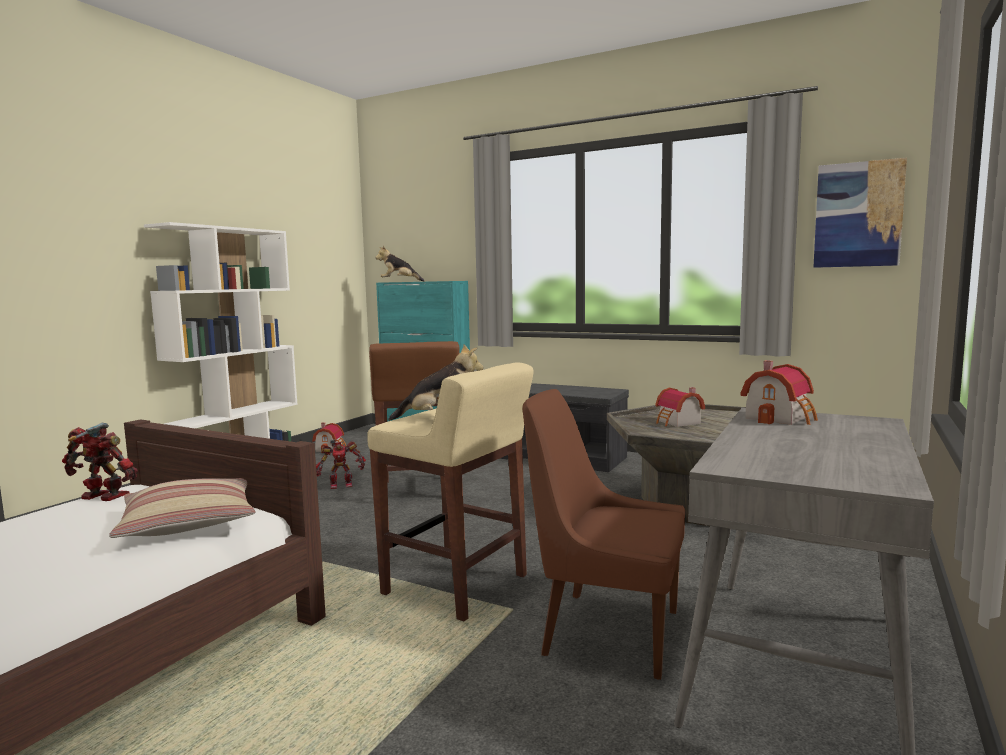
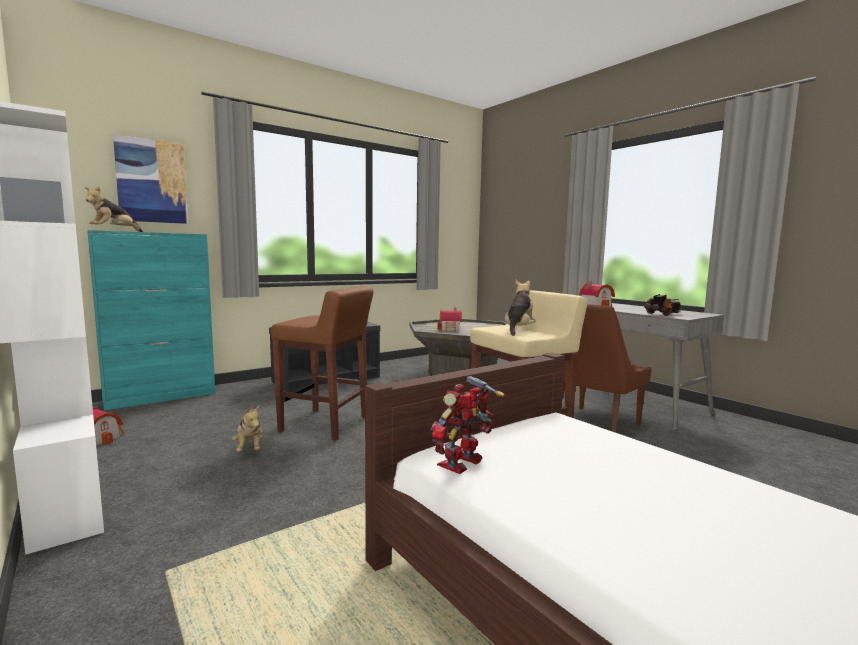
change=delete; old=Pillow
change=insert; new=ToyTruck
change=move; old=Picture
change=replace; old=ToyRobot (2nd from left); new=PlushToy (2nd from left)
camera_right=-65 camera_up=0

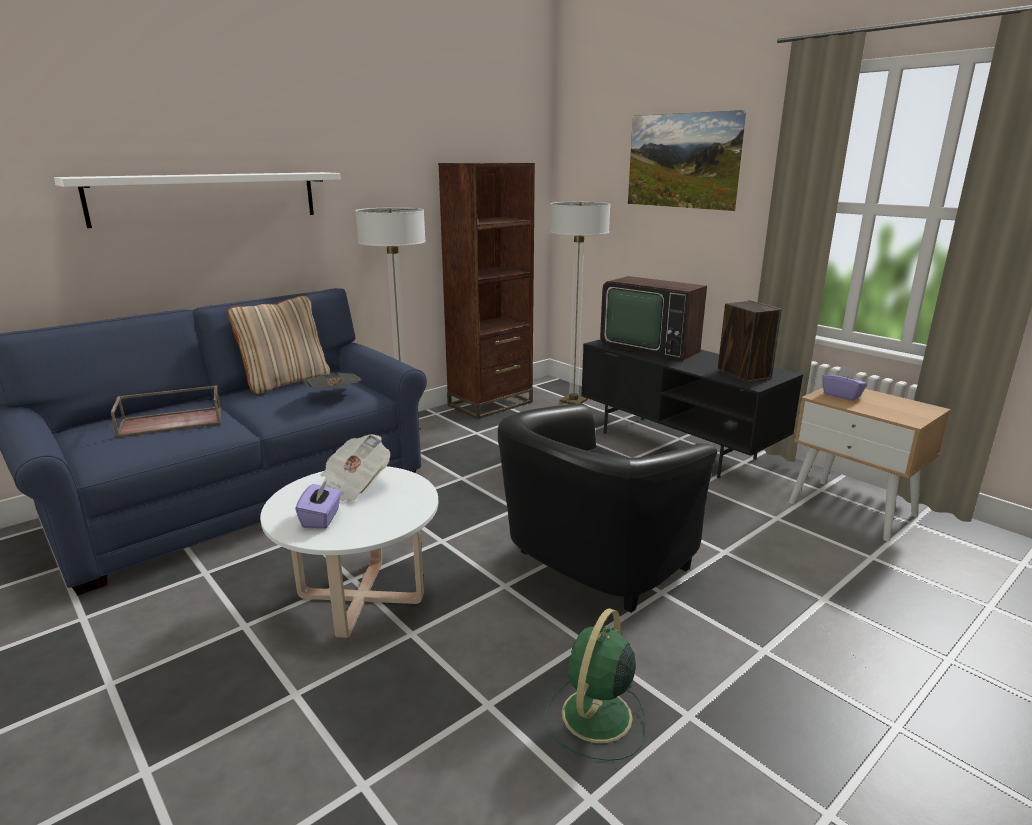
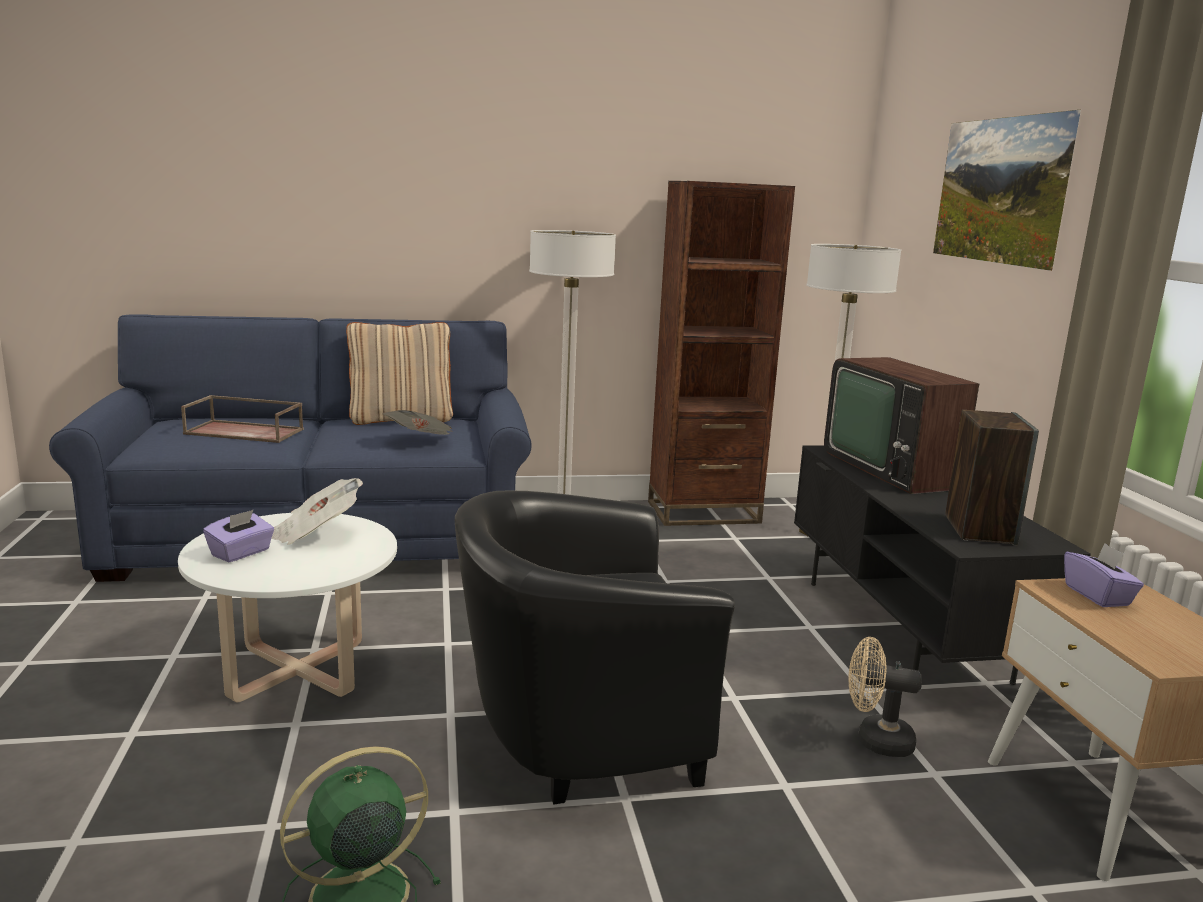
change=delete; old=WhiteShelf
change=insert; new=BeigeFan
camera_right=30 camera_up=-5

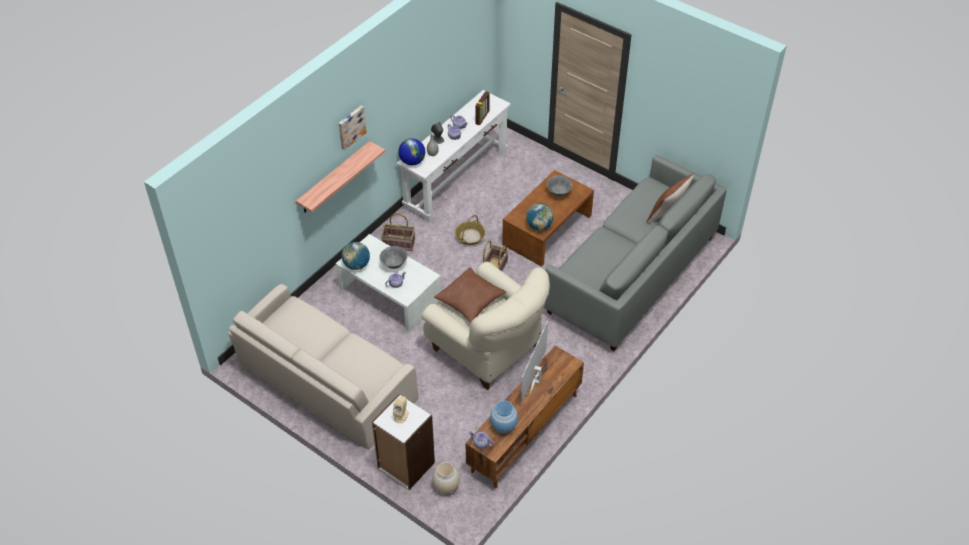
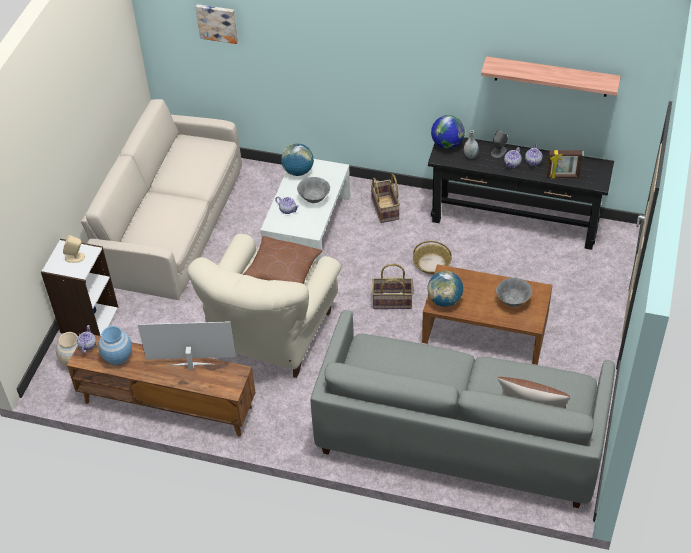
change=move; old=Shelf
change=move; old=Picture
change=recolor; old=WhiteConsoleTable; new=BlackConsoleTable
camera_right=70 camera_up=0

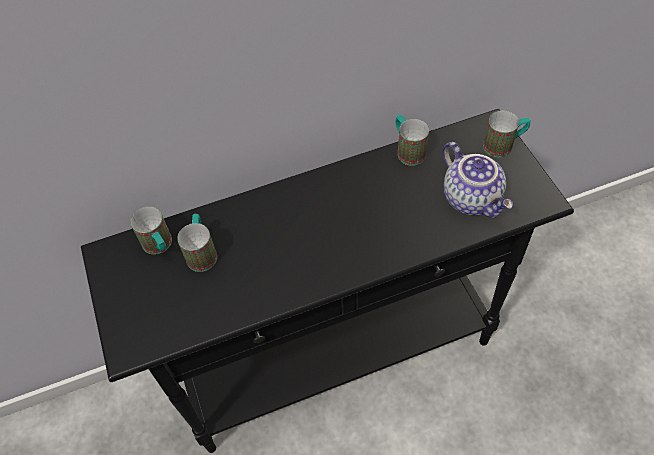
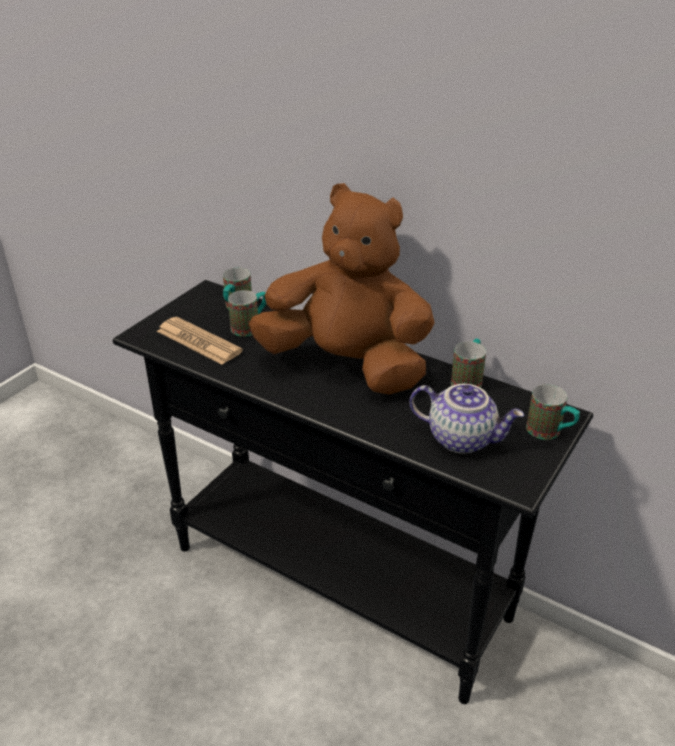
change=insert; new=Newspaper
change=insert; new=BrownPlushToy
change=rotate; old=Teapot; degrees=-90
camera_right=50 camera_up=-20

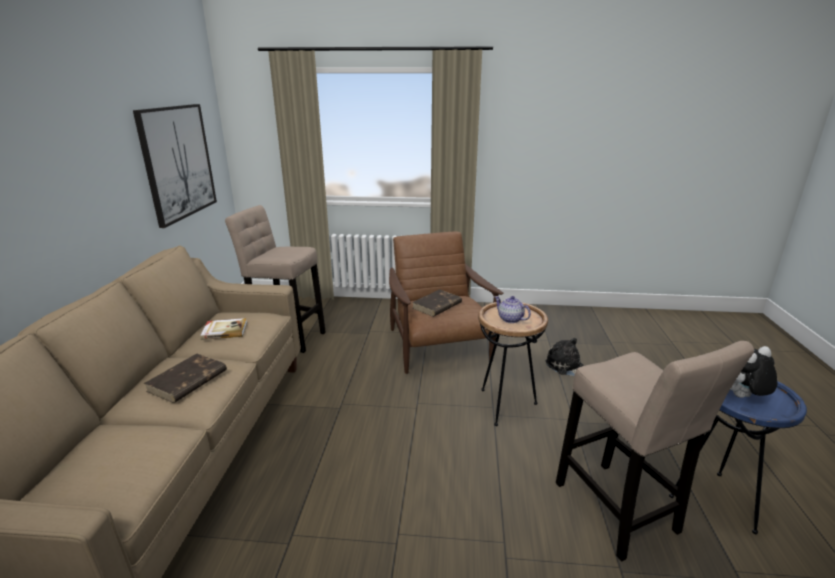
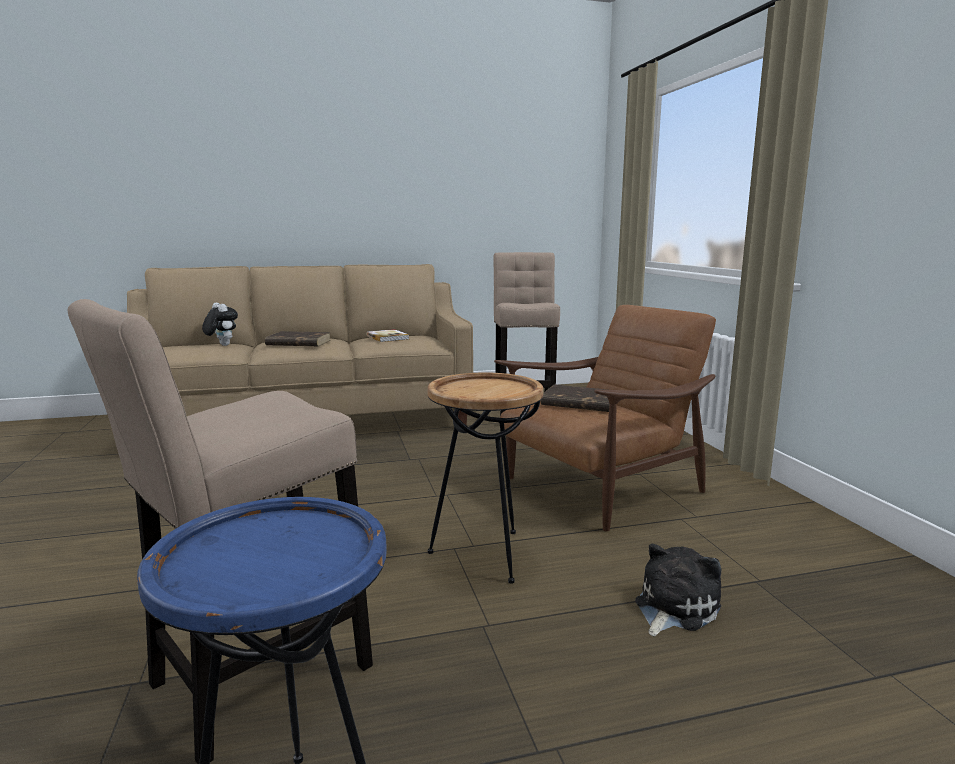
change=delete; old=Picture
change=delete; old=Teapot
change=move; old=PlushToy (2nd from left in the first image); new=PlushToy (1st from left)
camera_right=70 camera_up=-10

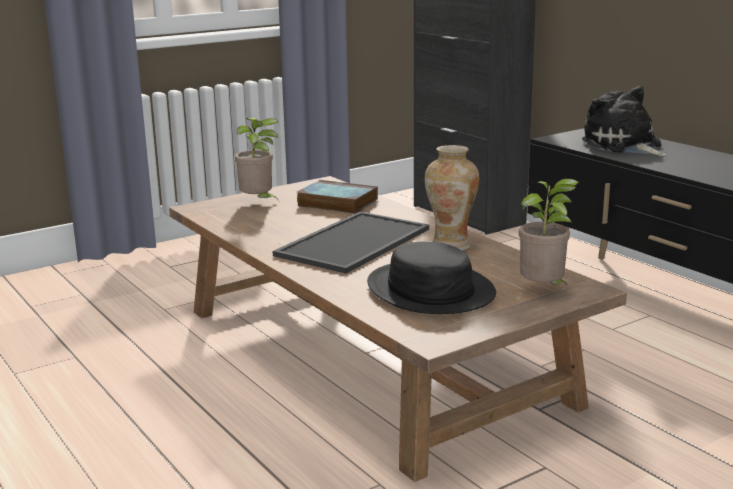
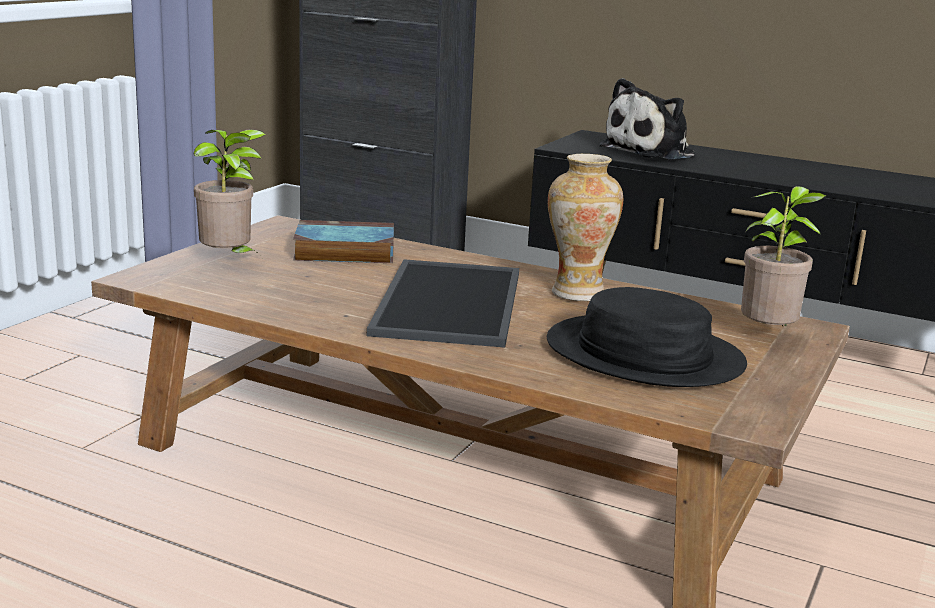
change=rotate; old=PlushToy; degrees=-75
camera_right=-30 camera_up=0

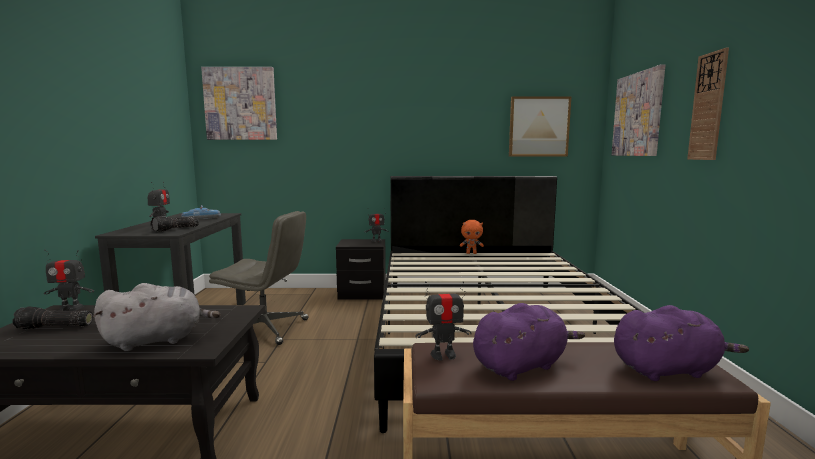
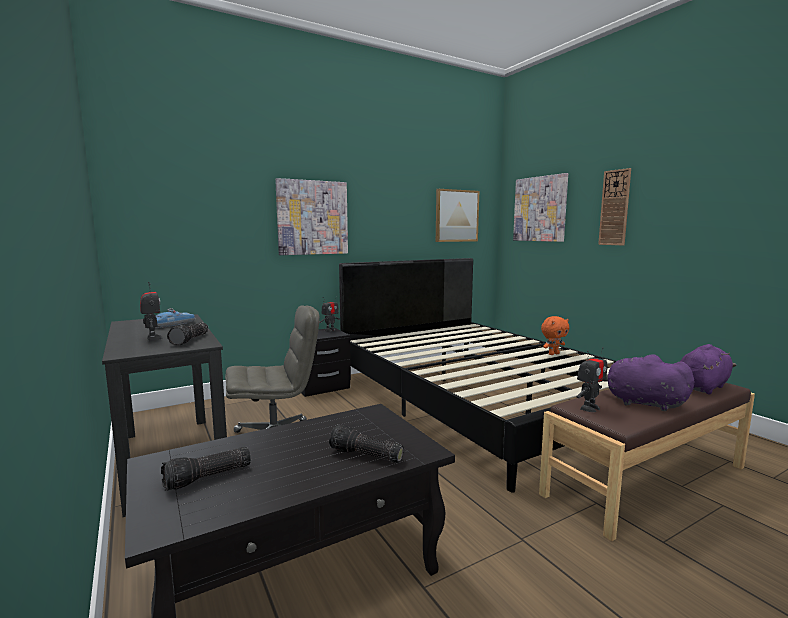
change=delete; old=ToyRobot (1st from left)
change=move; old=Picture (1st from left)
change=move; old=OrangePlushToy
change=replace; old=GreyPlushToy; new=Flashlight (3rd from left)
change=rotate; old=PurplePlushToy (1st from left); degrees=-90
camera_right=-30 camera_up=0

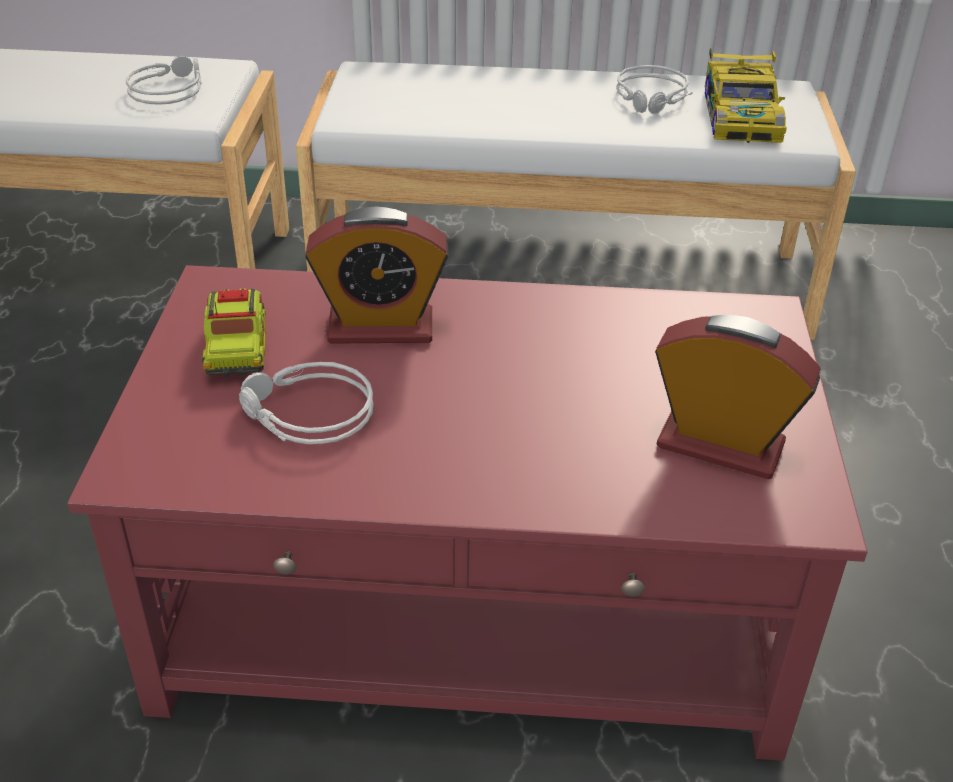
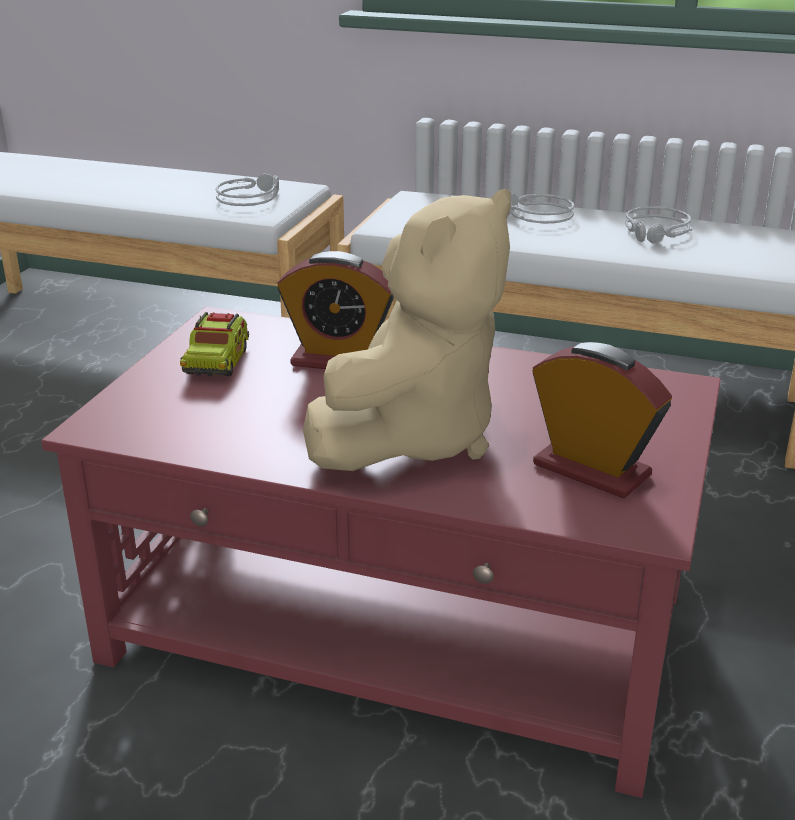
change=delete; old=ToyCar
change=insert; new=BeigePlushToy
change=move; old=GreyHeadphones (2nd from left)
camera_right=15 camera_up=-10

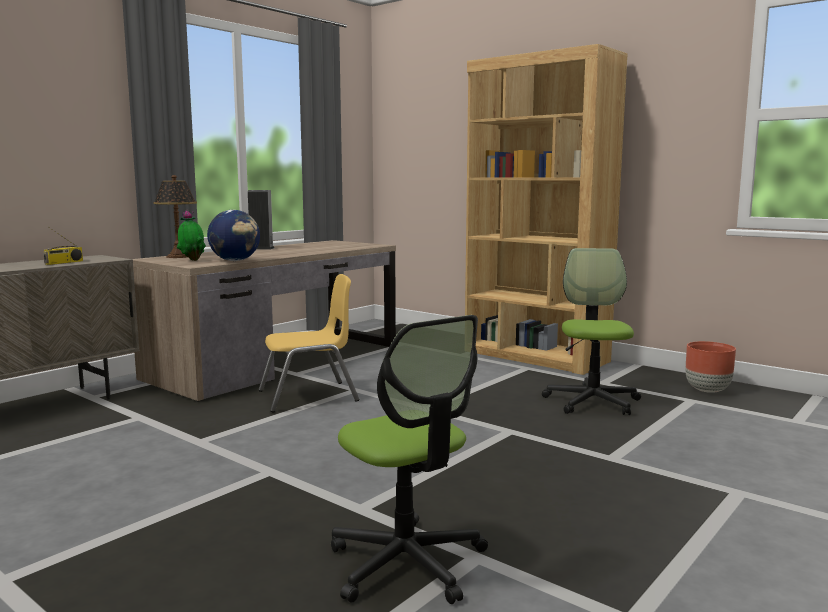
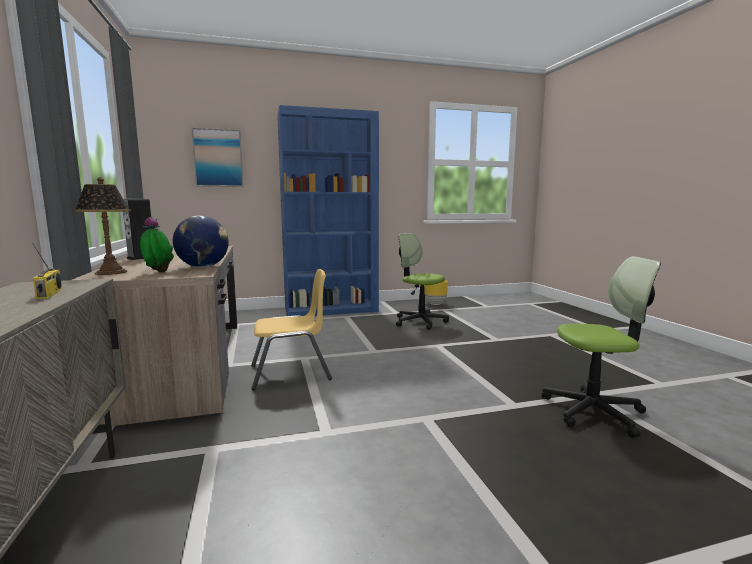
change=insert; new=Picture
change=recolor; old=BrownBookcase; new=BlueBookcase
change=recolor; old=BrownPlanter; new=YellowPlanter
change=rotate; old=YellowChair; degrees=60
camera_right=-55 camera_up=0

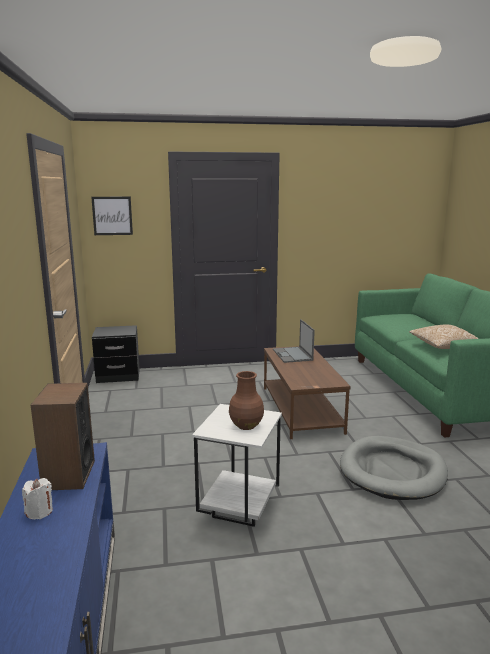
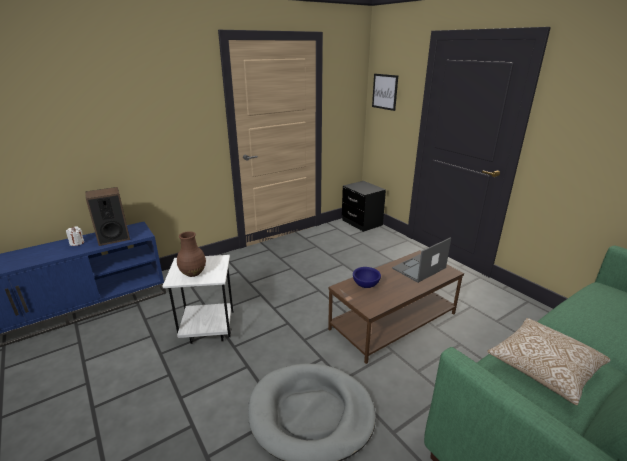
change=insert; new=BlueBowl
camera_right=65 camera_up=10

